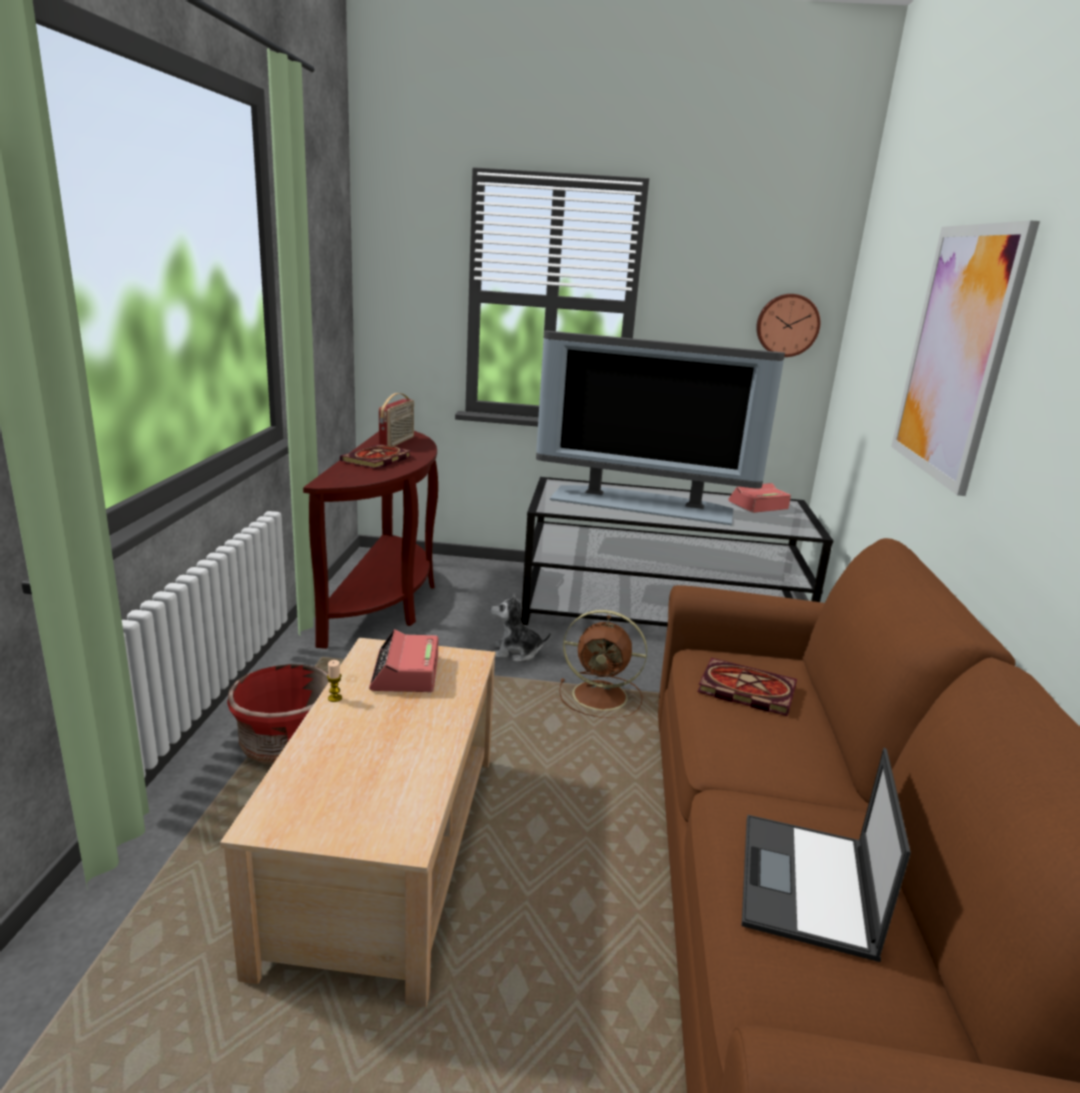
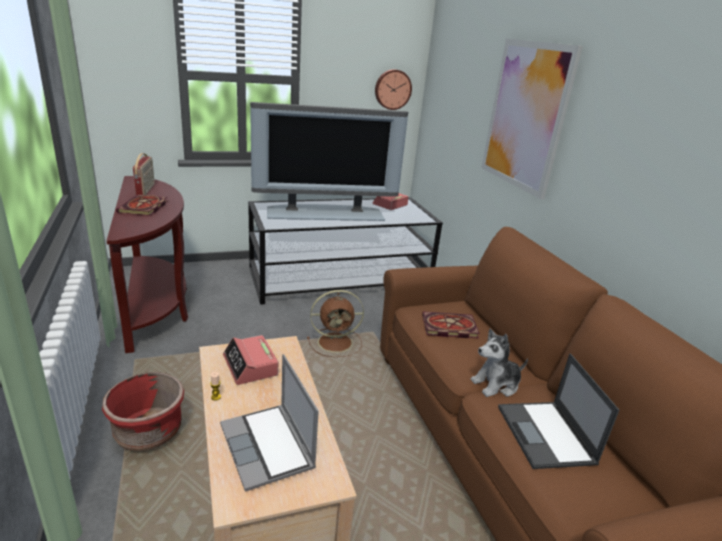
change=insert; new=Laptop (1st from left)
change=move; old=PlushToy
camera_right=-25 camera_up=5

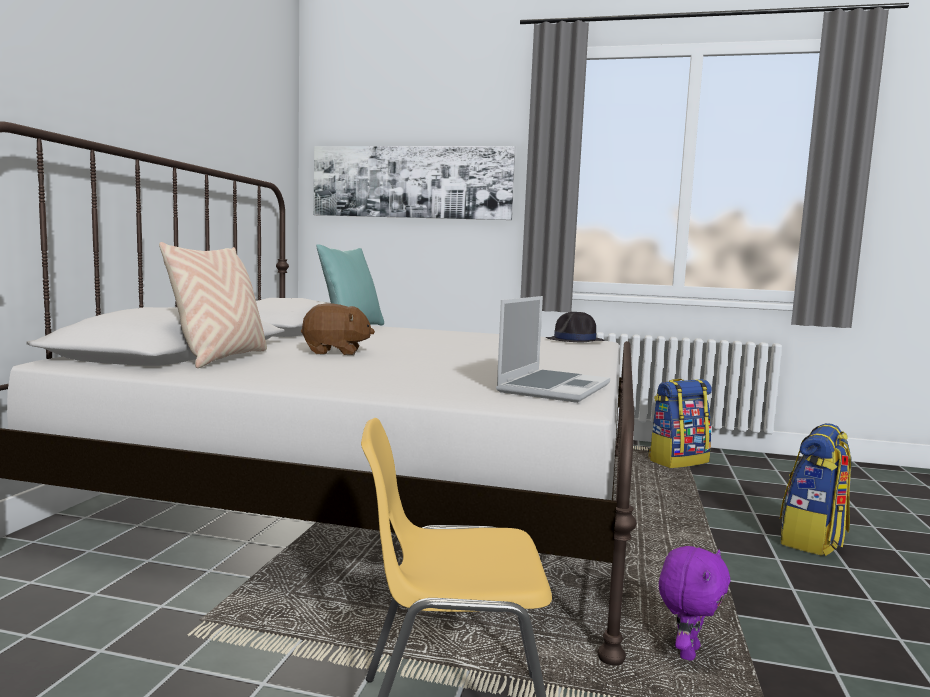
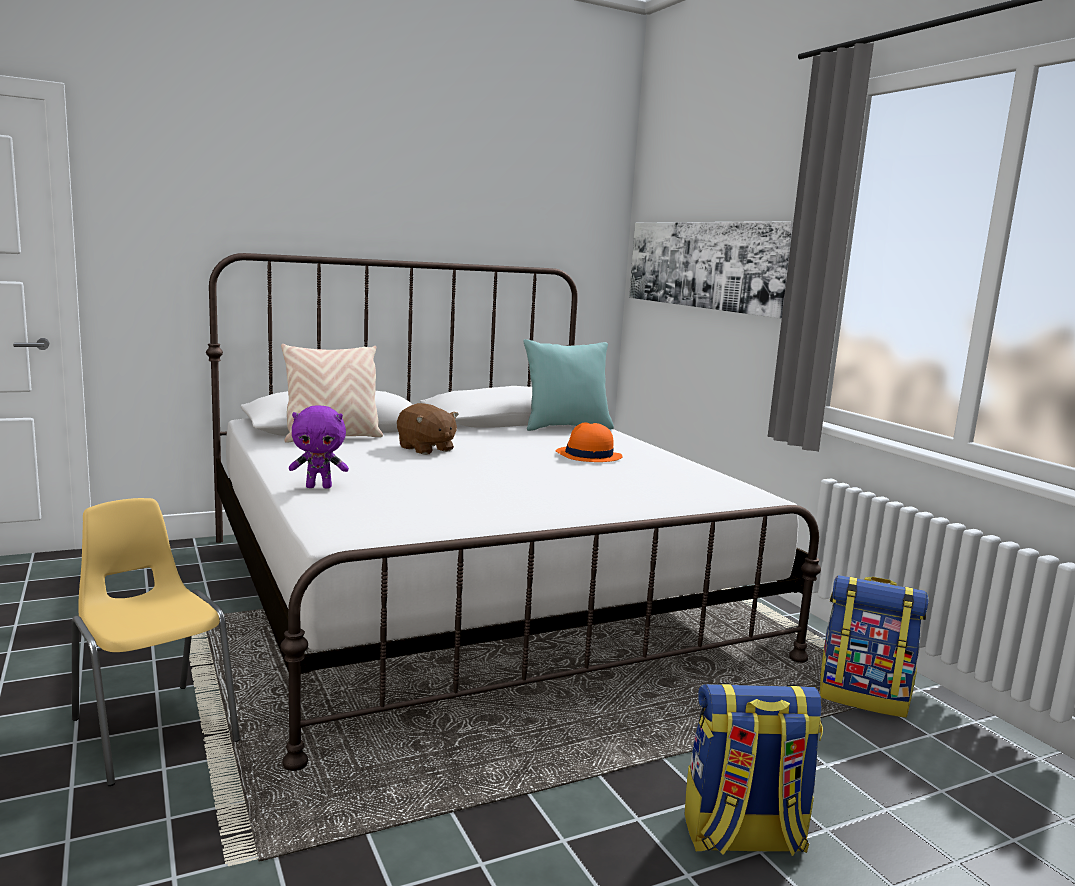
change=delete; old=Laptop
change=delete; old=BlackHat
change=insert; new=OrangeHat
change=move; old=PurplePlushToy
camera_right=50 camera_up=5

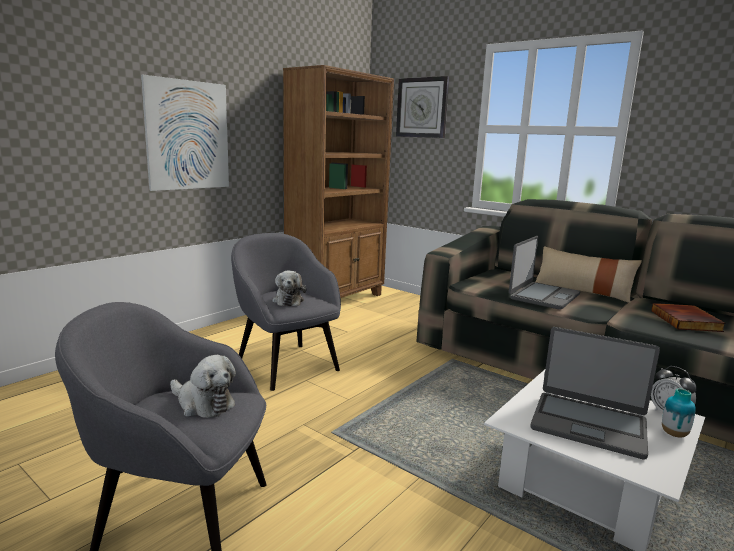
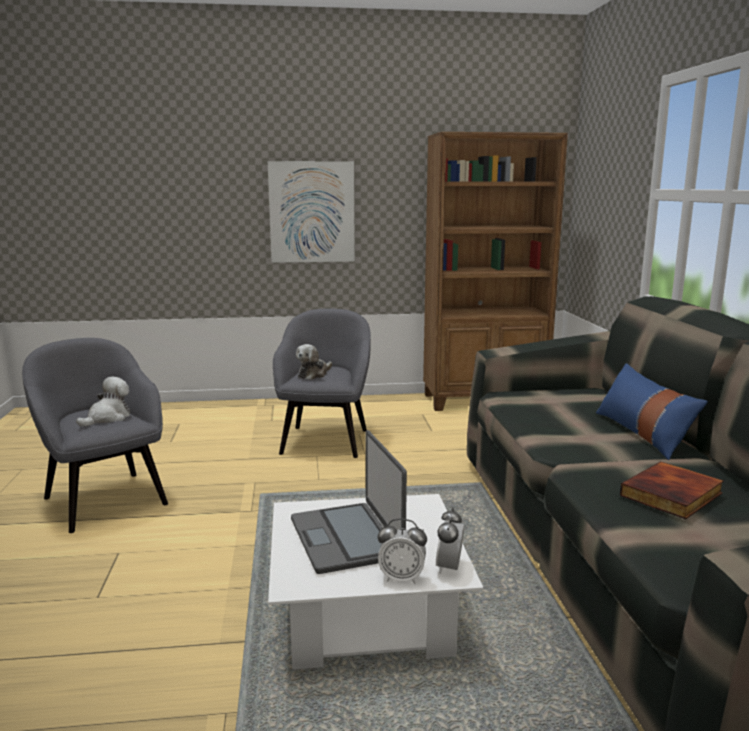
change=delete; old=WallClock
change=delete; old=Laptop (1st from left)
change=replace; old=Vase; new=AlarmClock (1st from left)
change=recolor; old=BeigePillow; new=BluePillow
change=rotate; old=PlushToy (1st from left); degrees=-135
camera_right=45 camera_up=0

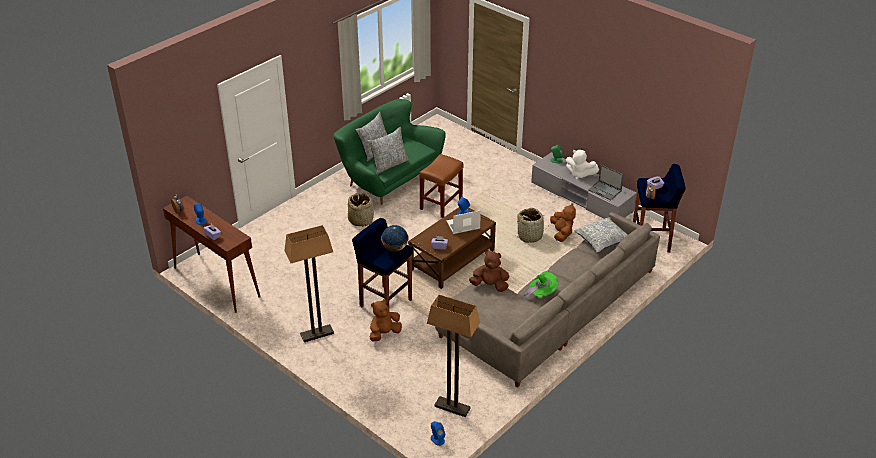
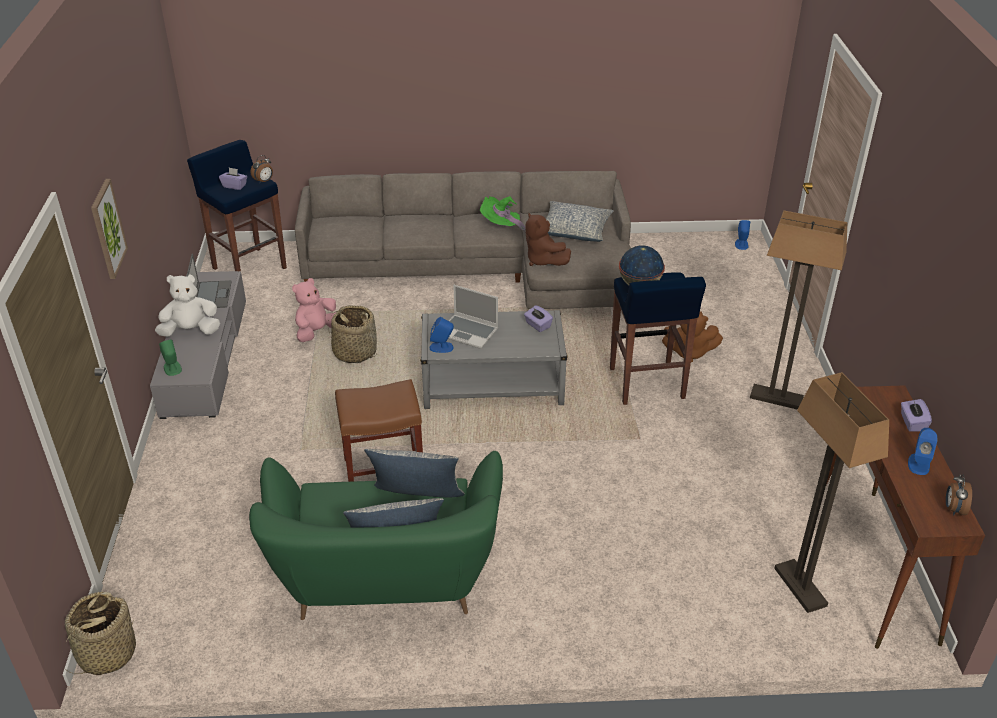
change=insert; new=Picture
change=move; old=Basket (1st from left)
change=move; old=FloorLamp (2nd from left)
change=move; old=Pillow (3rd from left)
change=recolor; old=BrownCoffeeTable; new=GreyCoffeeTable
change=recolor; old=BrownPlushToy (3rd from left); new=PinkPlushToy
change=rotate; old=WhitePlushToy; degrees=-90
camera_right=-135 camera_up=0

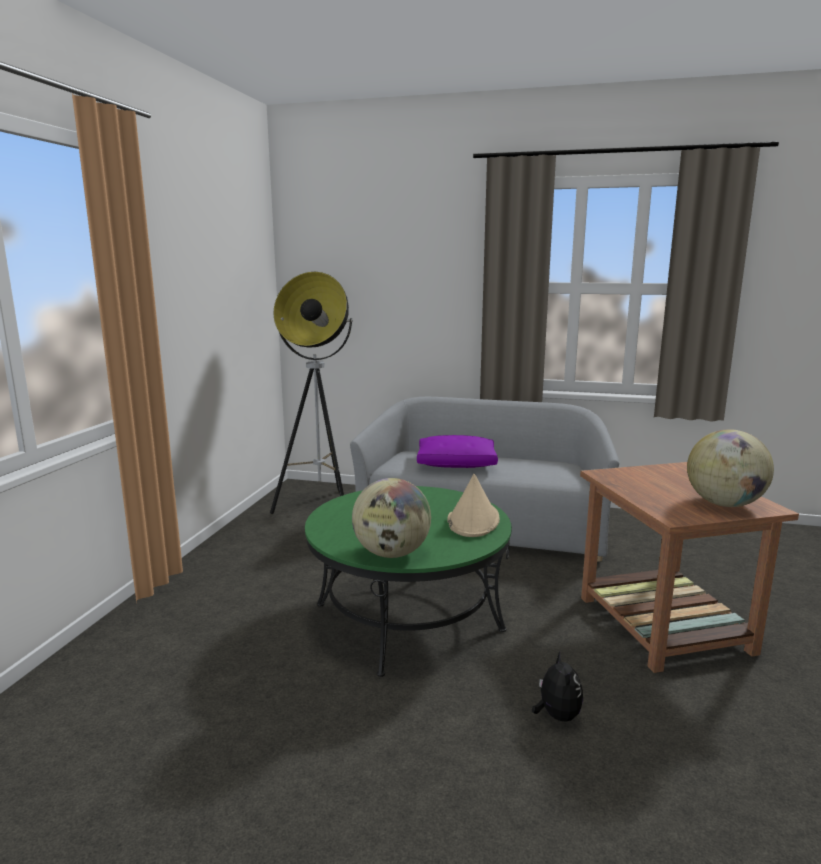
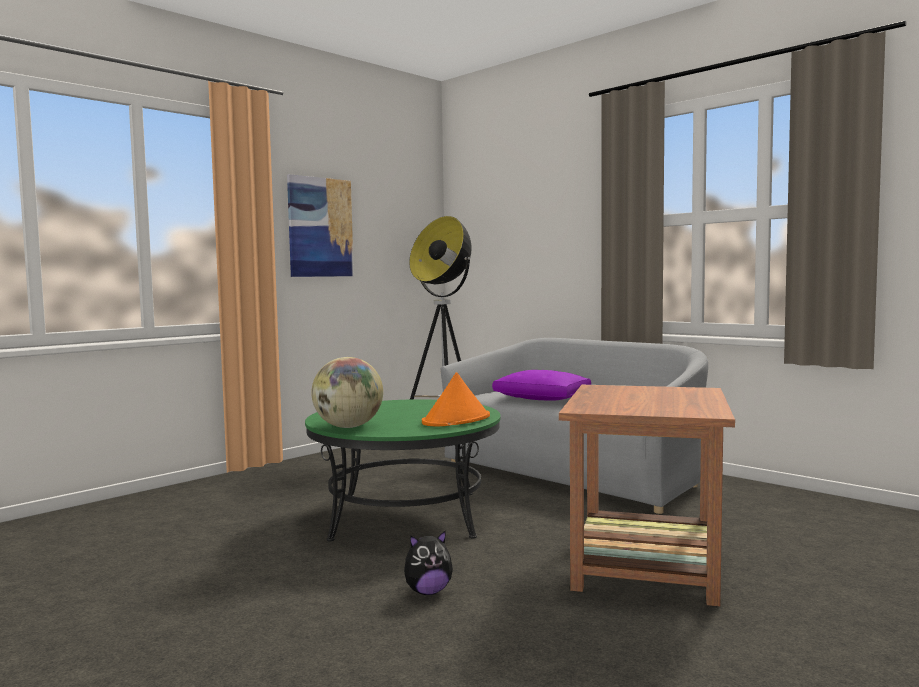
change=delete; old=Globe (2nd from left)
change=insert; new=Picture
change=recolor; old=BeigeHat; new=OrangeHat
change=rotate; old=PlushToy; degrees=45
camera_right=30 camera_up=-10

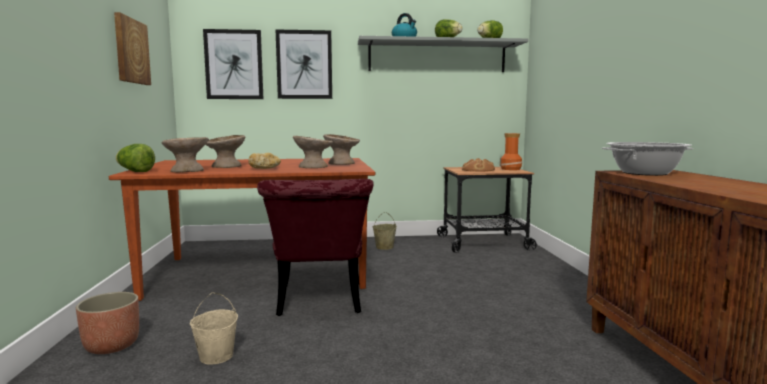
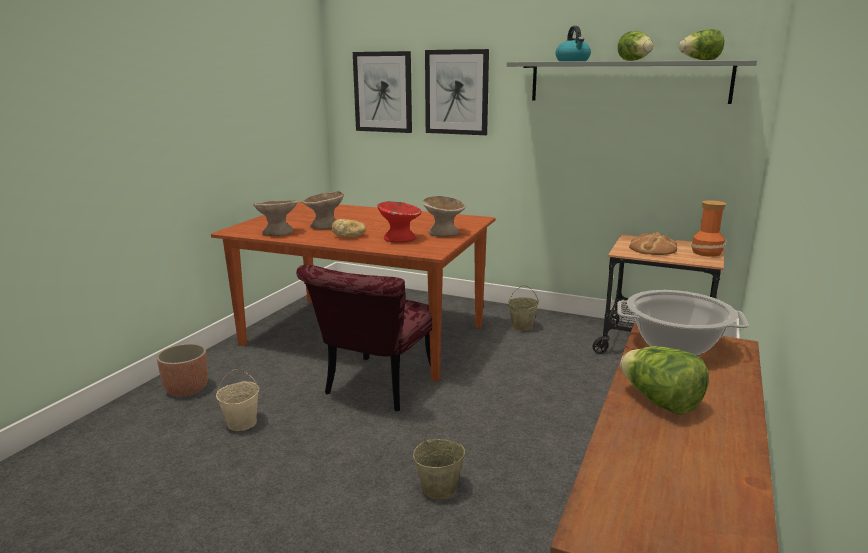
change=delete; old=Picture (1st from left)
change=insert; new=BeigeBucket (2nd from left)
change=move; old=Lettuce (1st from left in the first image); new=Lettuce (2nd from left)
change=recolor; old=BeigeBowl (3rd from left); new=RedBowl
camera_right=30 camera_up=10

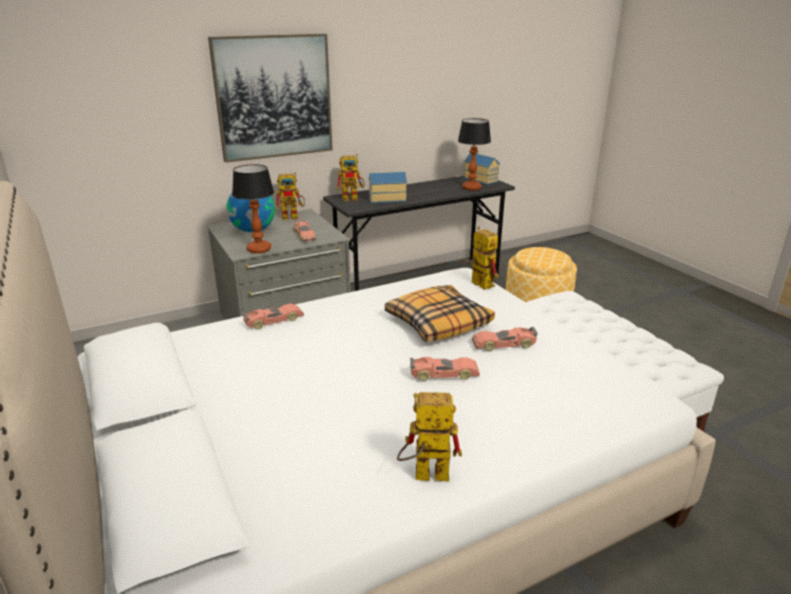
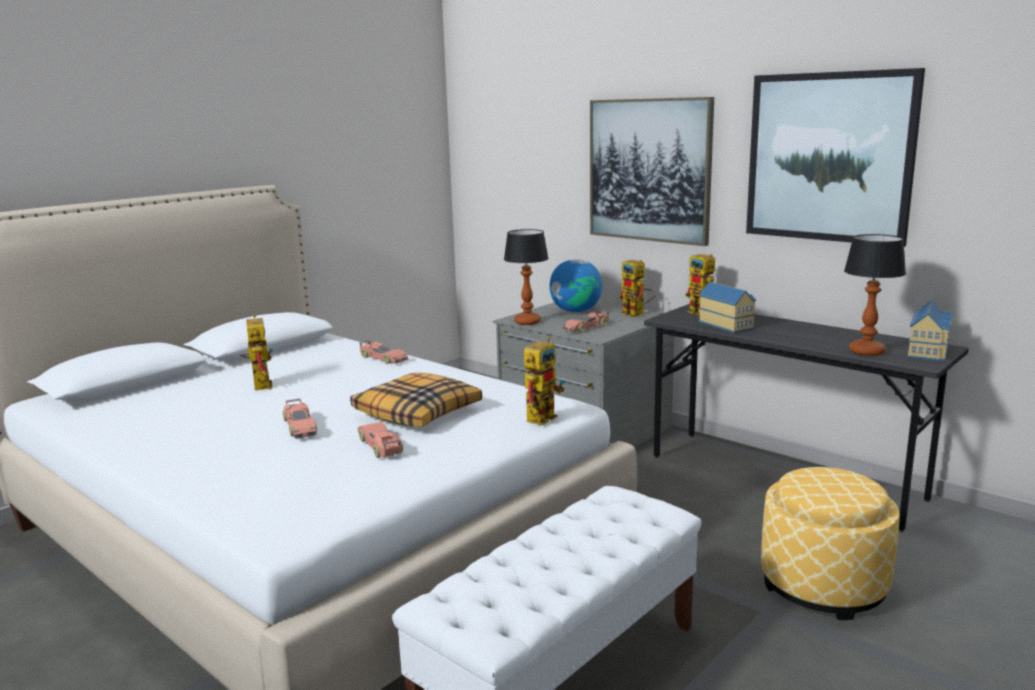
change=insert; new=Picture (2nd from left)
change=move; old=ToyRobot (3rd from left in the first image); new=ToyRobot (1st from left)
camera_right=70 camera_up=-10

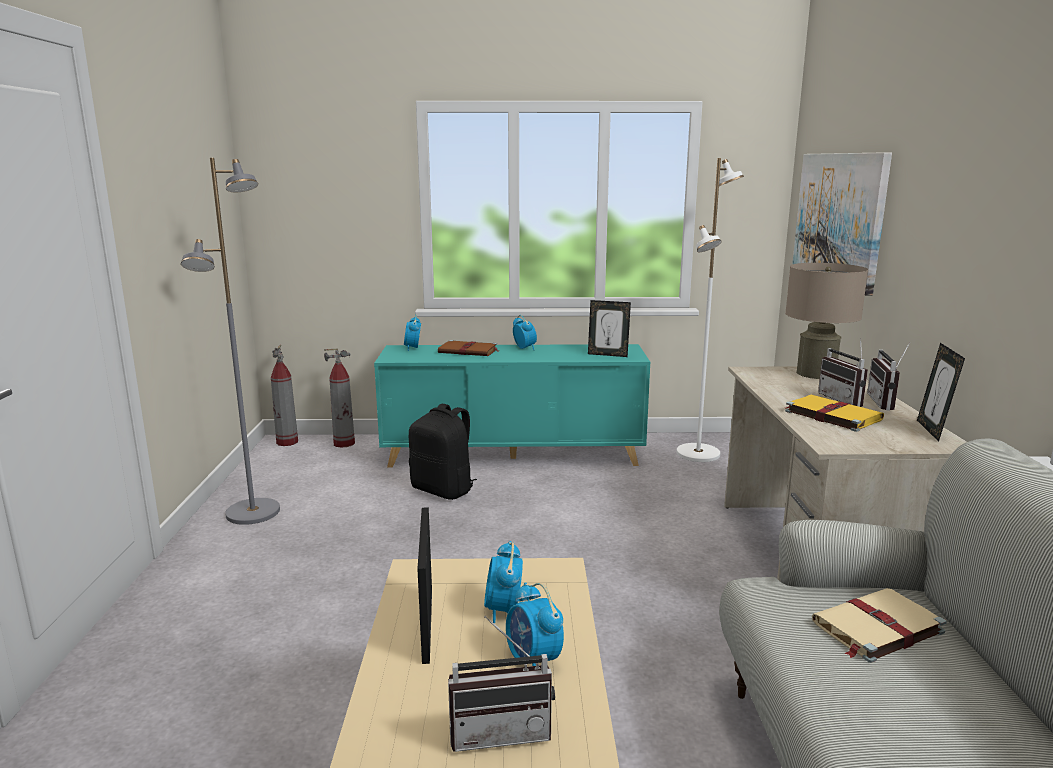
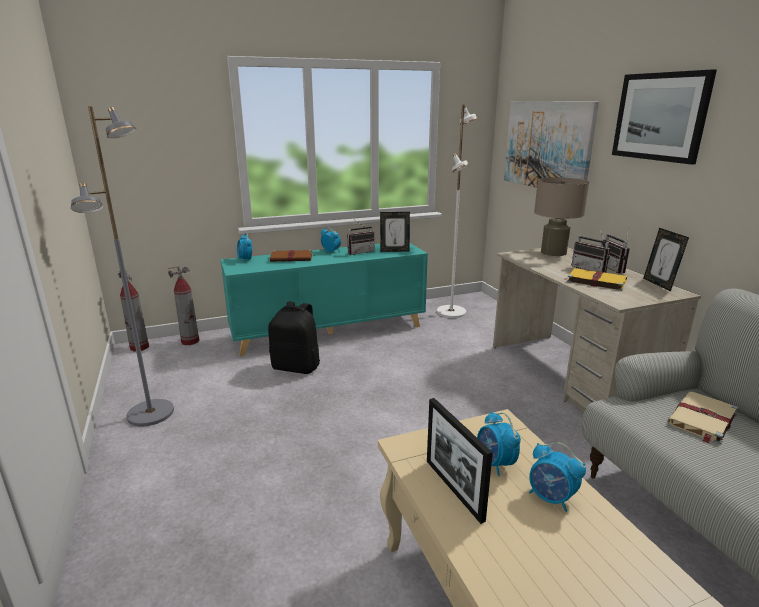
change=insert; new=Picture (2nd from left)
change=move; old=Radio (1st from left)
camera_right=-20 camera_up=5

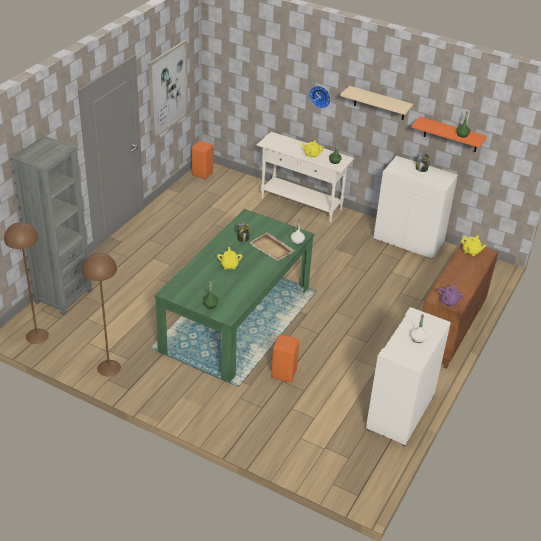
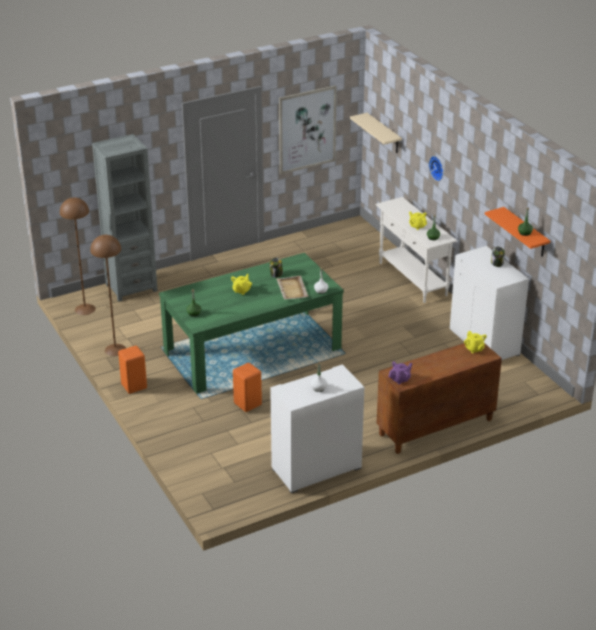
change=move; old=OrangeStool (1st from left)
change=move; old=BeigeShelf
camera_right=35 camera_up=-5

